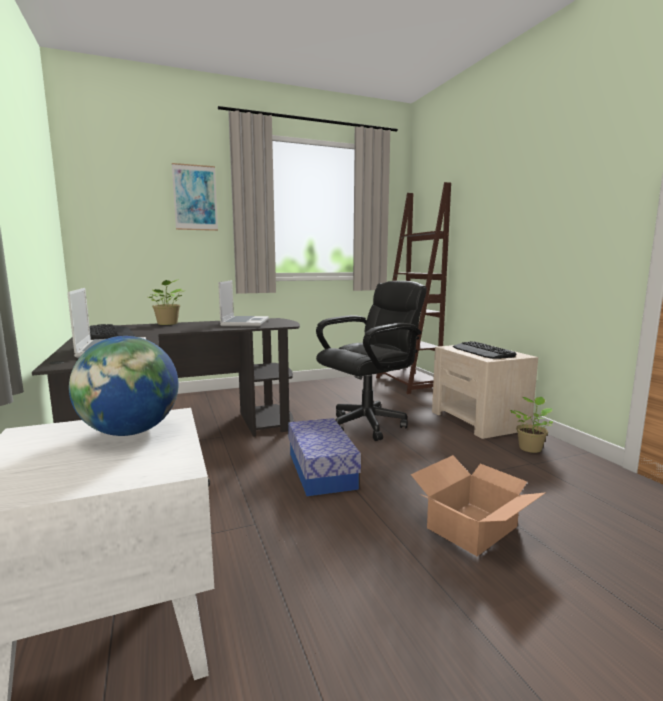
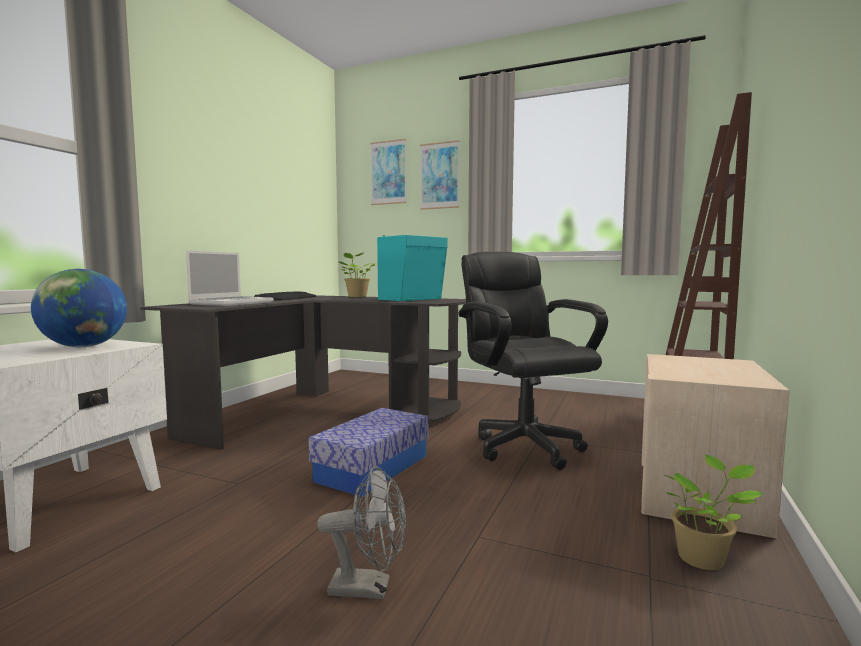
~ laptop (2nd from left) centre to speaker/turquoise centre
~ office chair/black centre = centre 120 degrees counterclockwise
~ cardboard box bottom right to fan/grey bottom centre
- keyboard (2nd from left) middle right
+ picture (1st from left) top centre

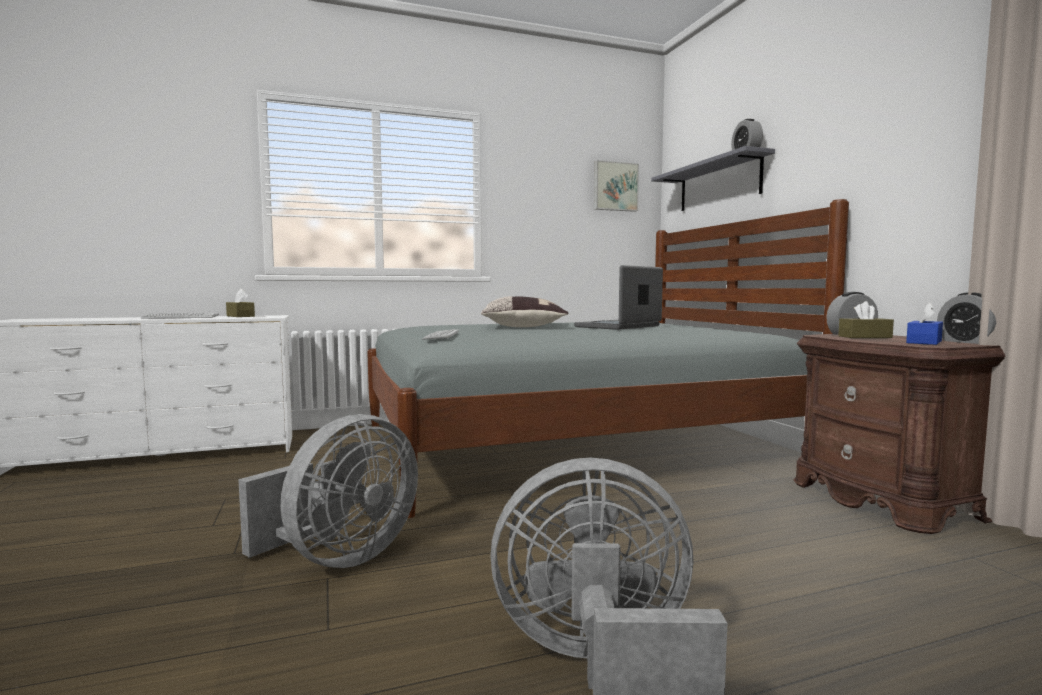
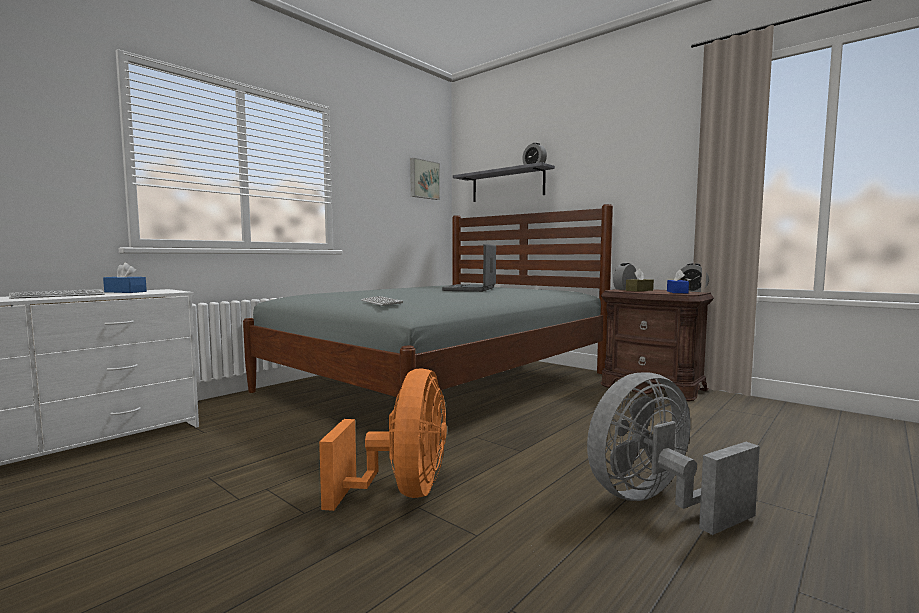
~ tissue box/brown (1st from left) middle left to tissue box/blue (1st from left) middle left
~ fan/grey (1st from left) bottom left to fan/orange bottom centre
- pillow centre

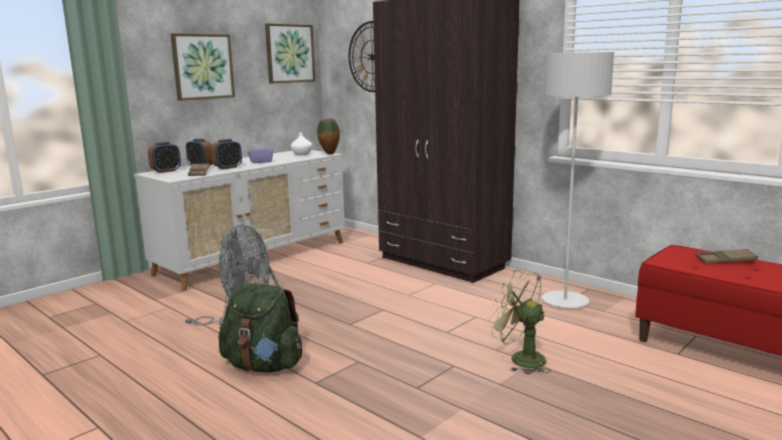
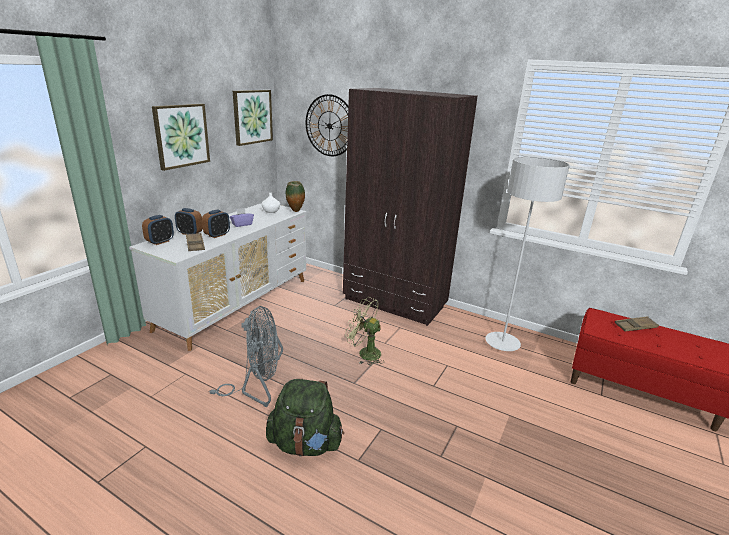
~ fan/green bottom centre to centre

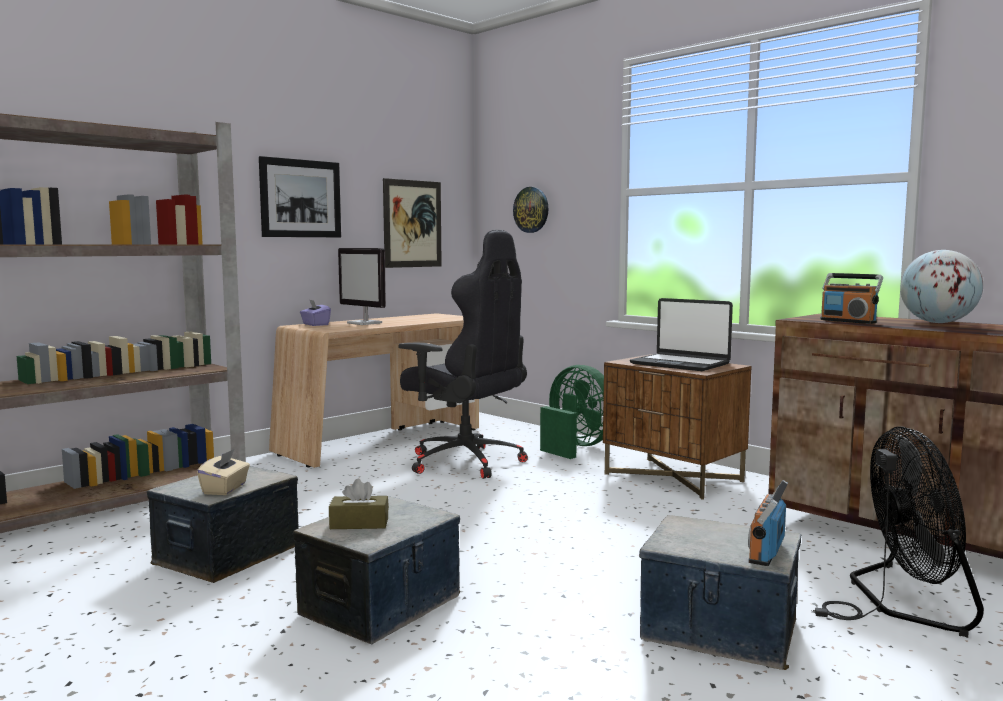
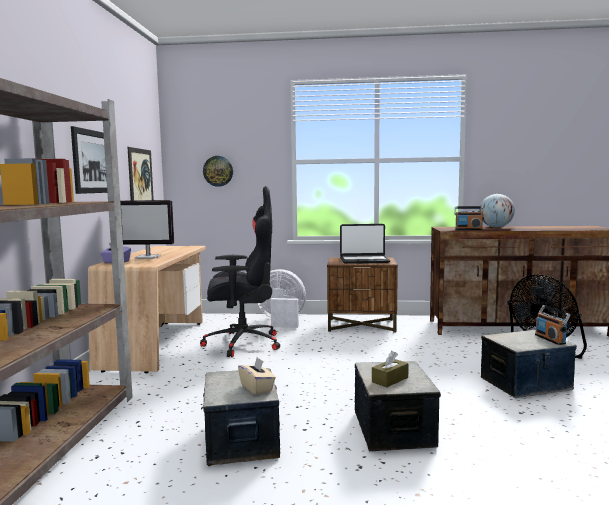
~ fan/green centre to fan/white centre

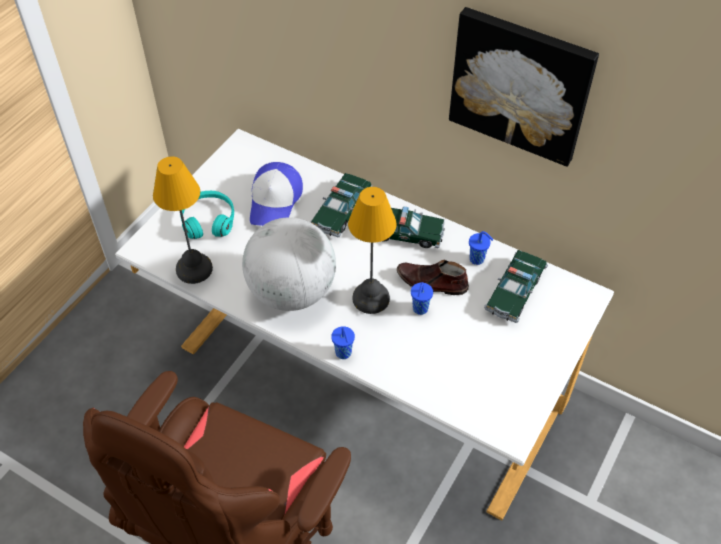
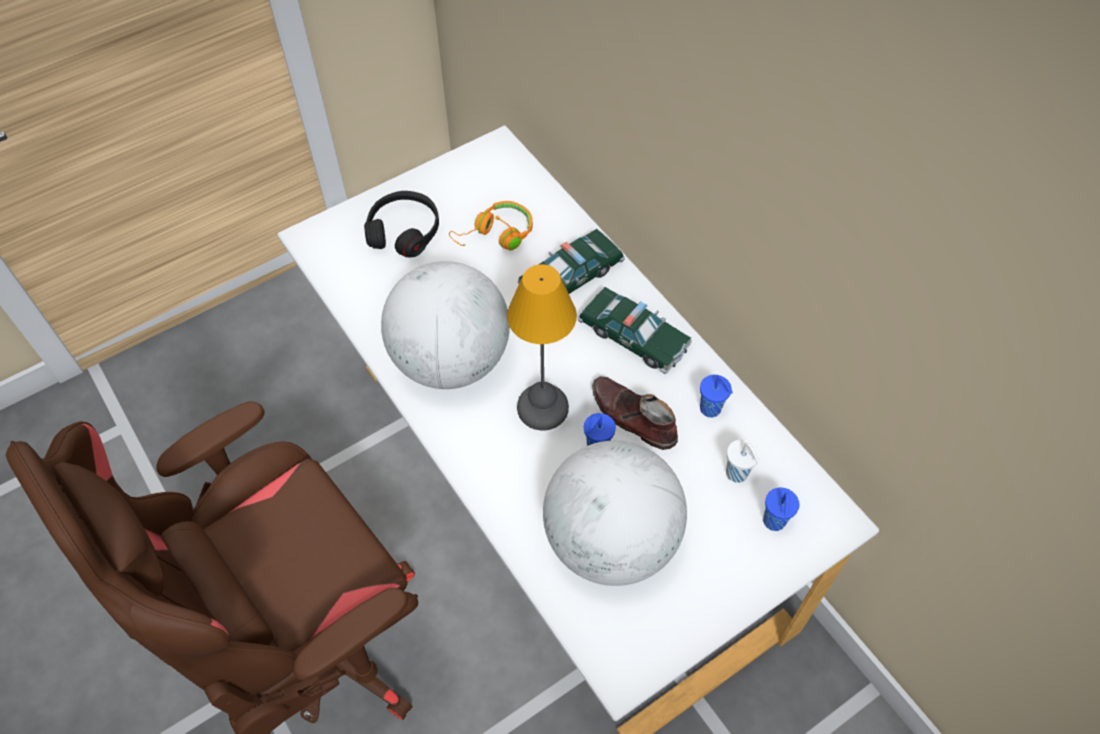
- table lamp (1st from left) middle left
~ headphones/turquoise middle left to headphones/black top centre
~ cap centre to headphones/orange top centre
~ cup/blue (1st from left in the first image) centre to cup/blue (3rd from left) bottom right
- picture top right
~ toy car (3rd from left) middle right to cup/white middle right
+ globe (2nd from left) bottom centre

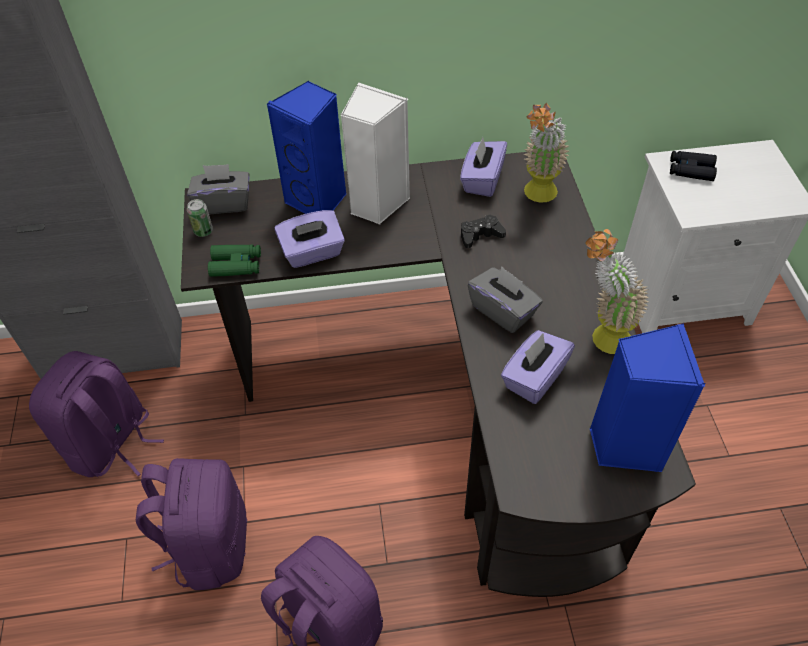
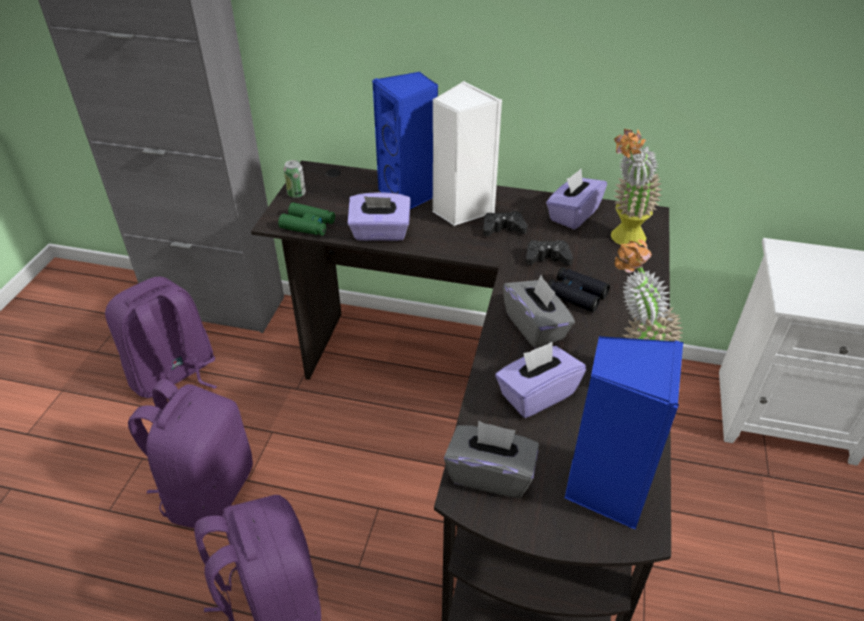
~ tissue box/grey (1st from left) top left to bottom centre
~ binoculars/black top right to middle right
+ game controller/black (1st from left) centre

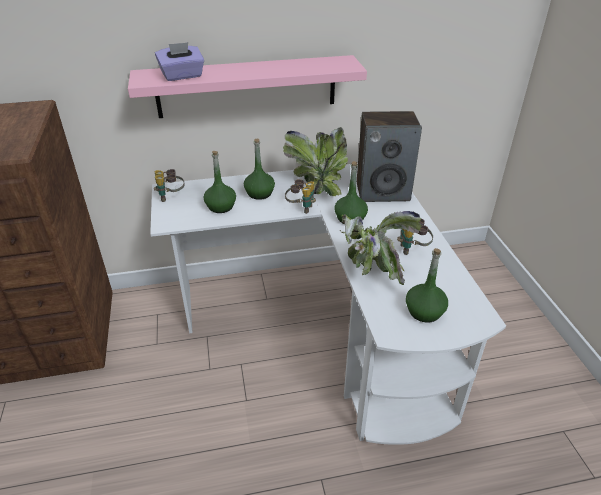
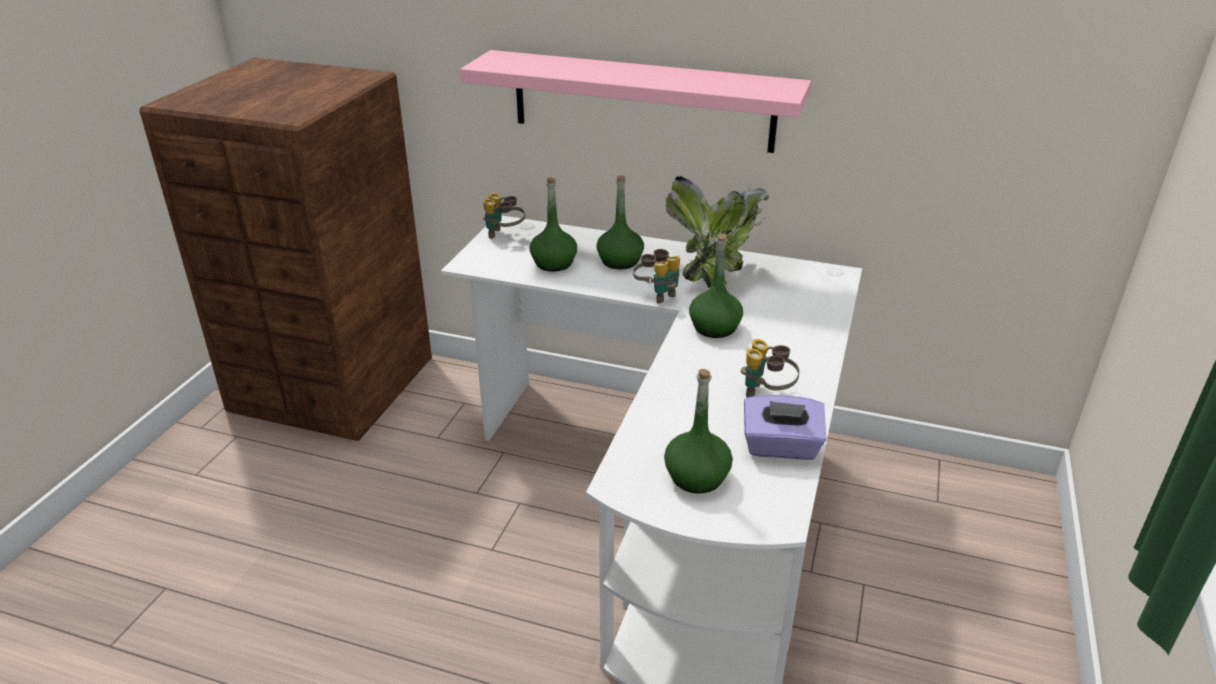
~ tissue box/purple top left to centre
- potted plant (2nd from left) centre
- speaker top centre

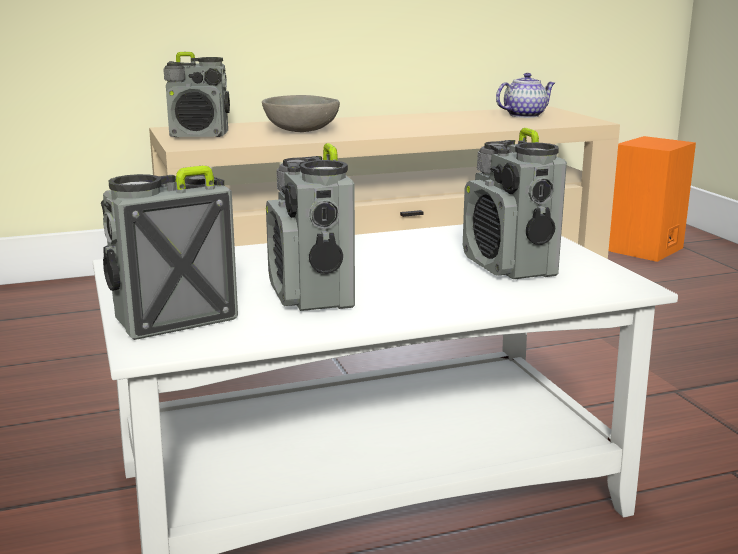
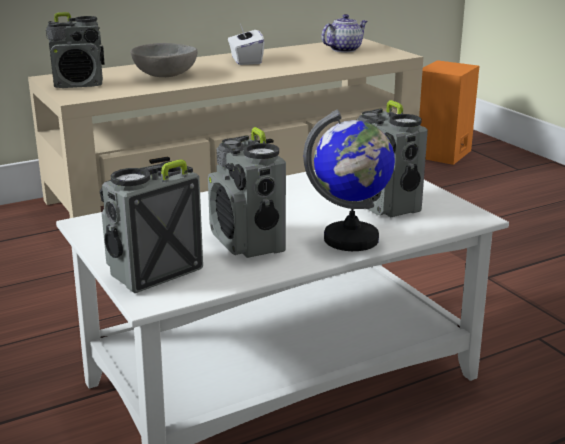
+ tissue box/white top centre
+ globe centre

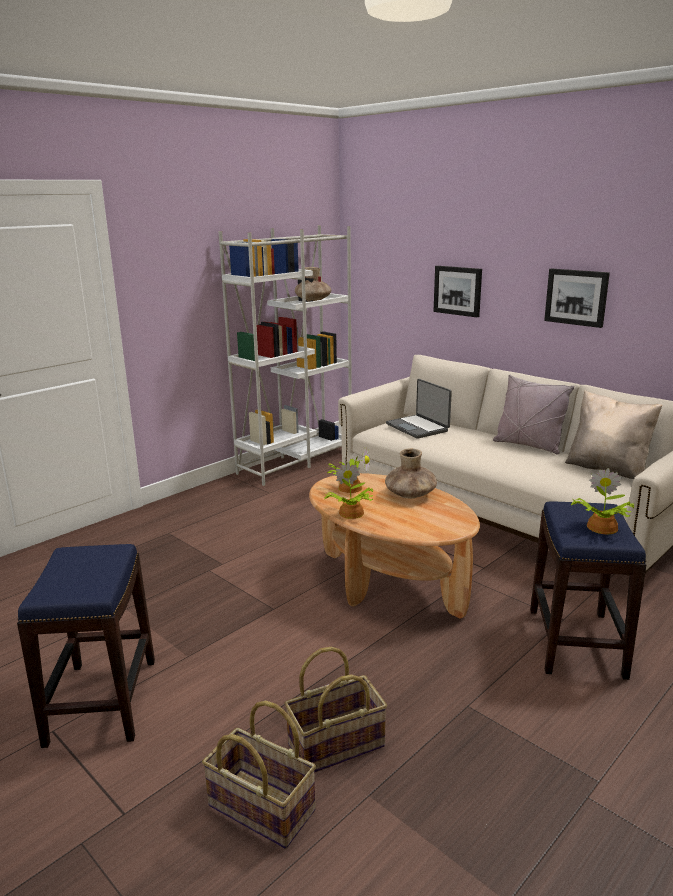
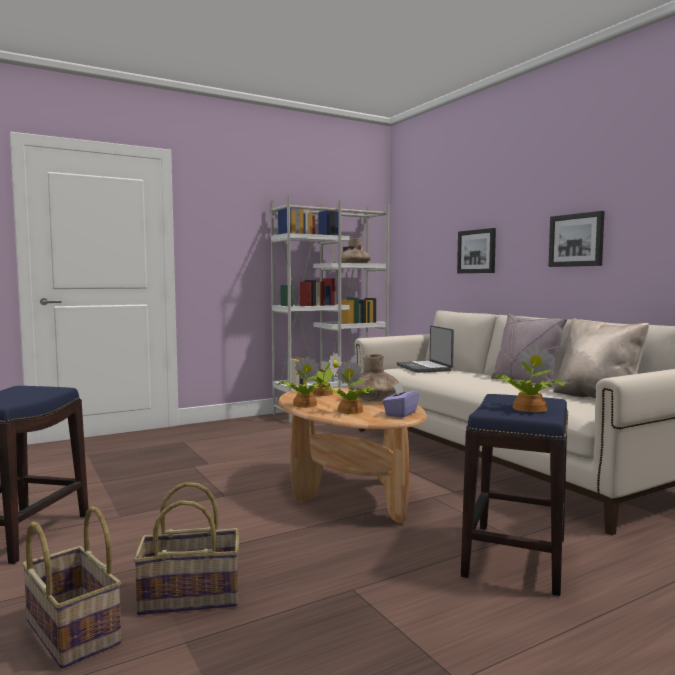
+ potted plant (3rd from left) centre
+ tissue box/purple centre

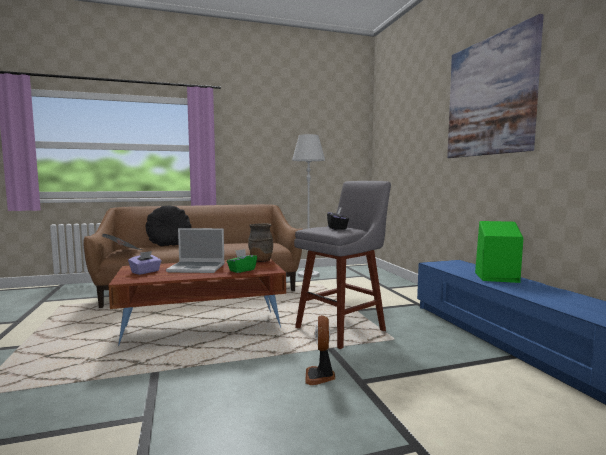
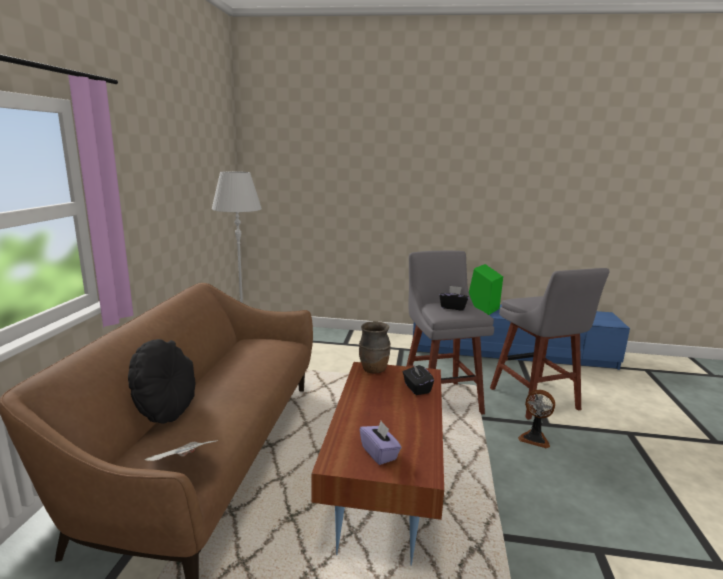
- laptop middle left
~ tissue box/green centre to tissue box/black (1st from left) centre
- picture top right
+ stool/grey (2nd from left) middle right

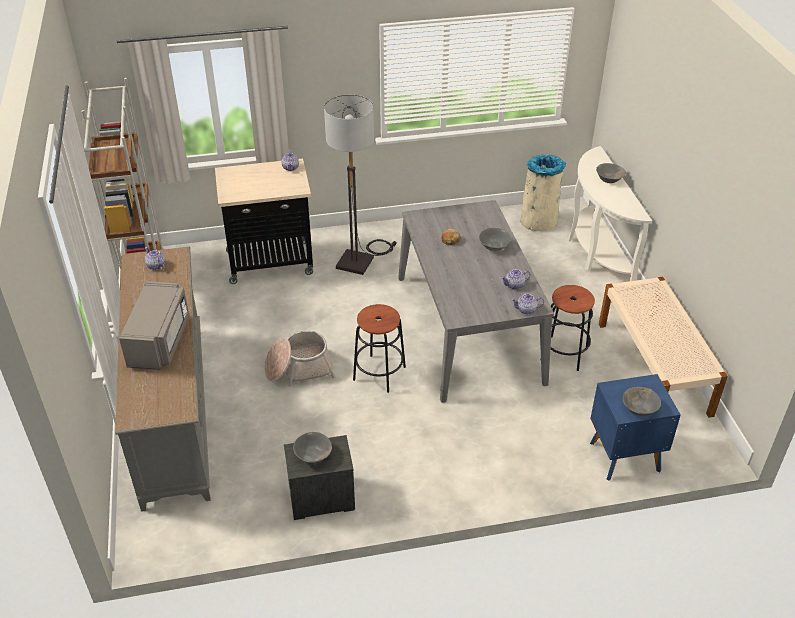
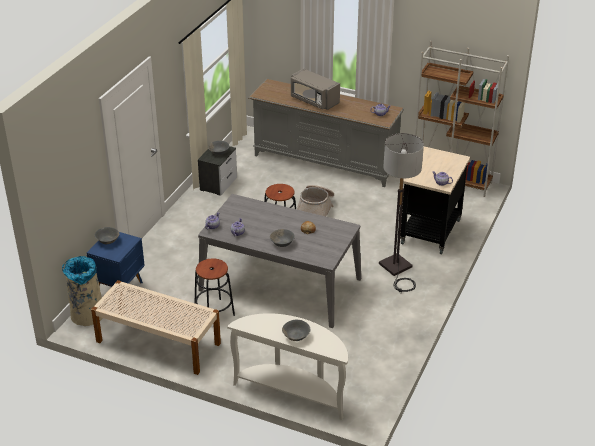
~ trash can/beige top right to middle left

